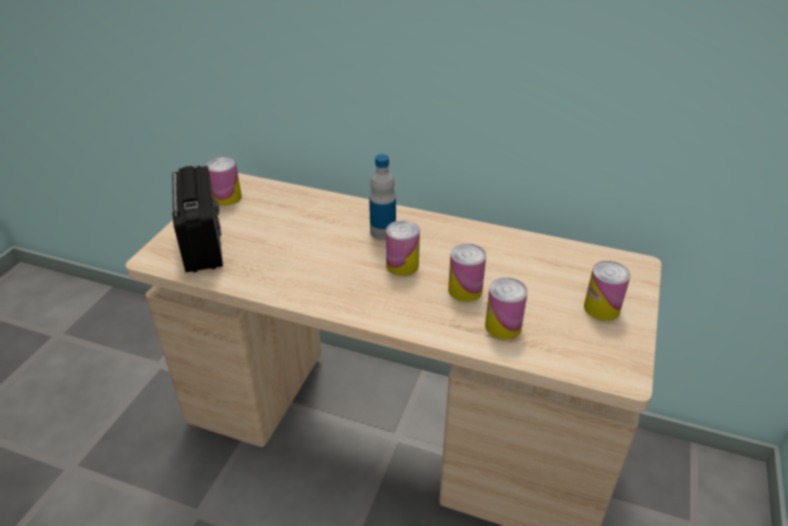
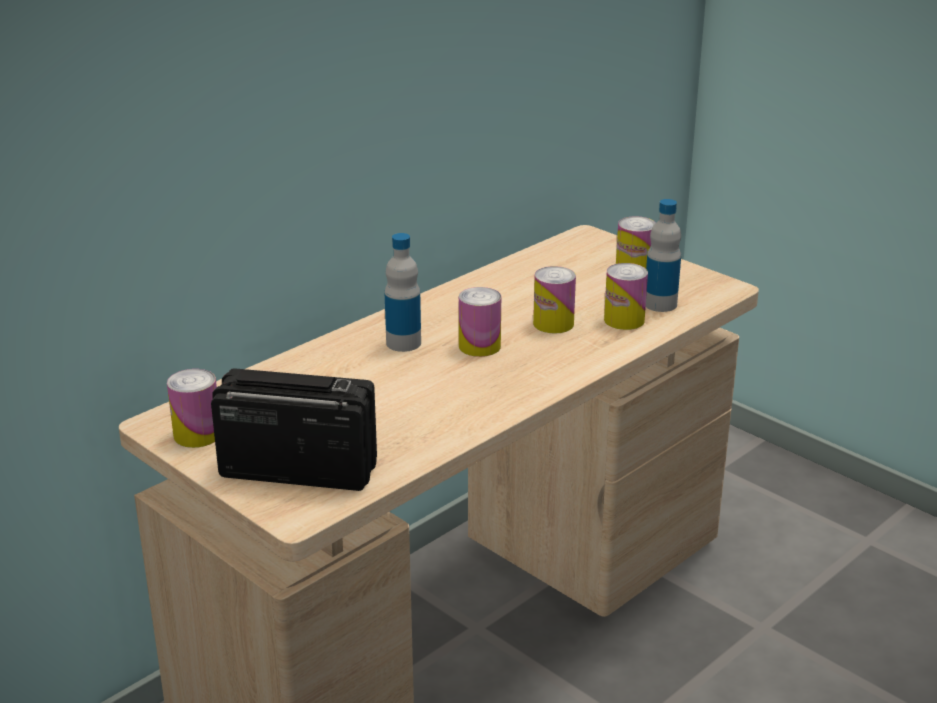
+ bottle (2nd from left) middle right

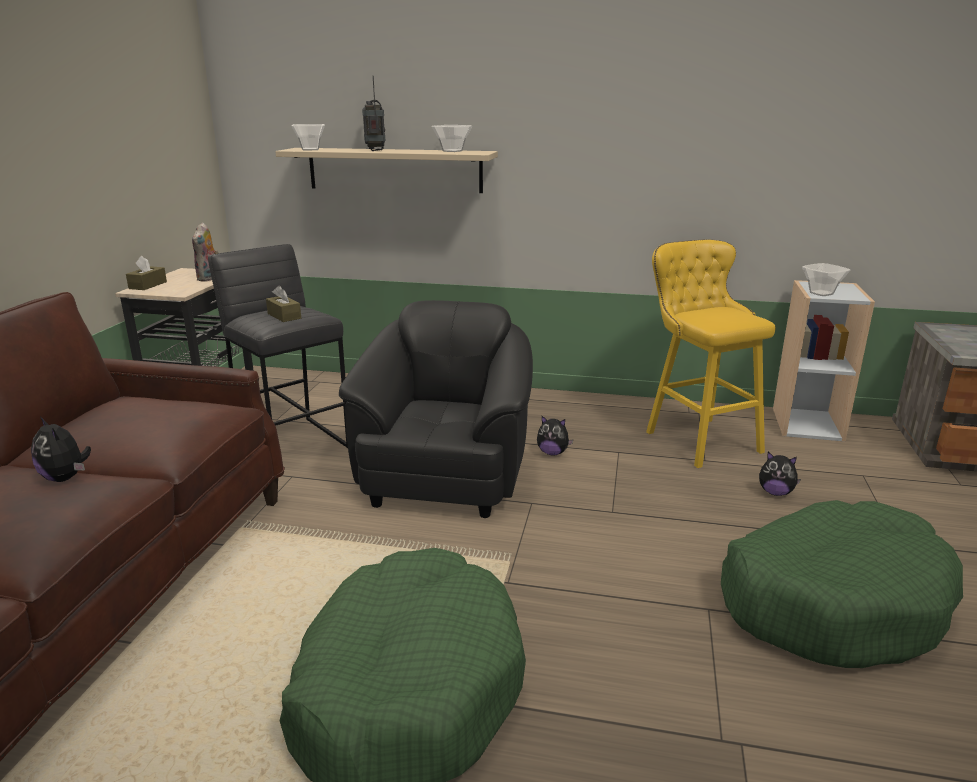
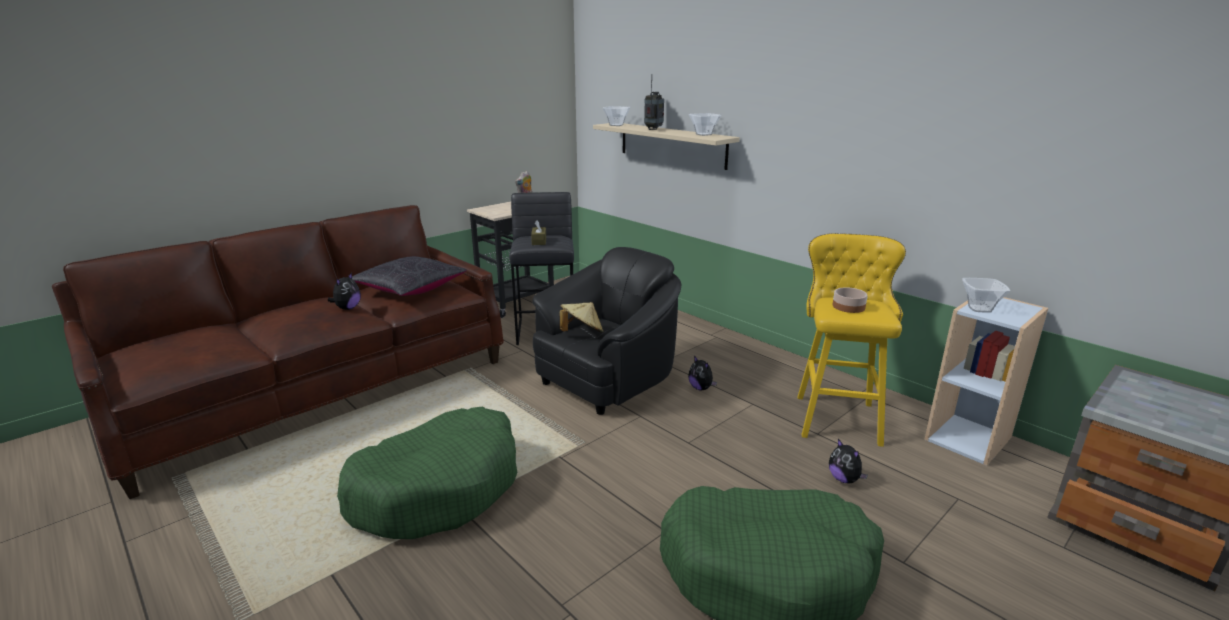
~ plush toy (1st from left) middle left = middle left 150 degrees counterclockwise
- tissue box/brown (1st from left) middle left
+ pillow/black middle left
+ hat/beige centre
+ bowl (3rd from left) middle right

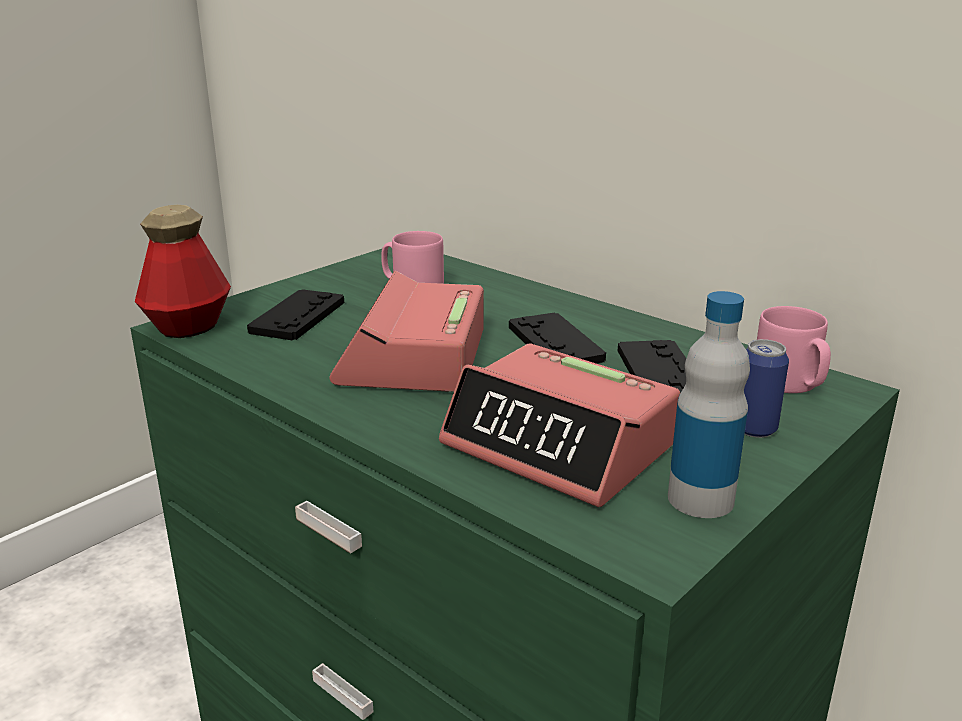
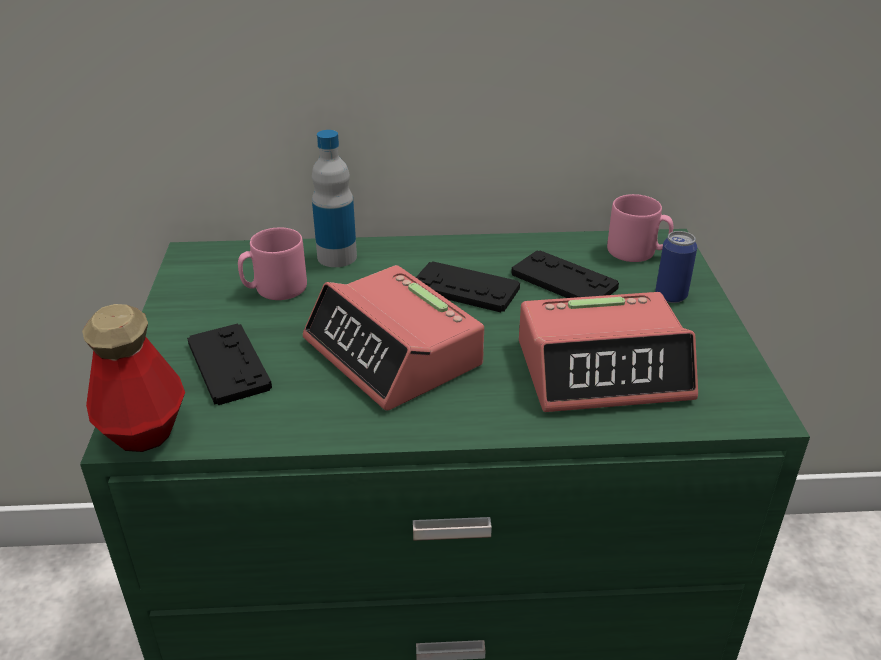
~ bottle (2nd from left) middle right to top centre

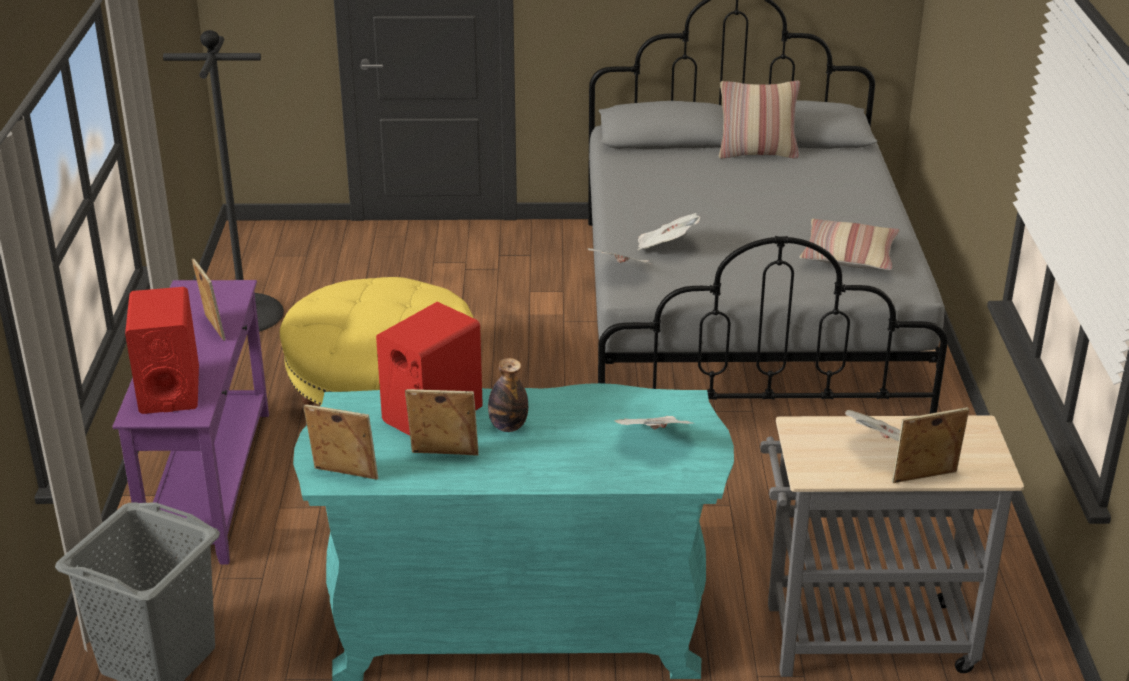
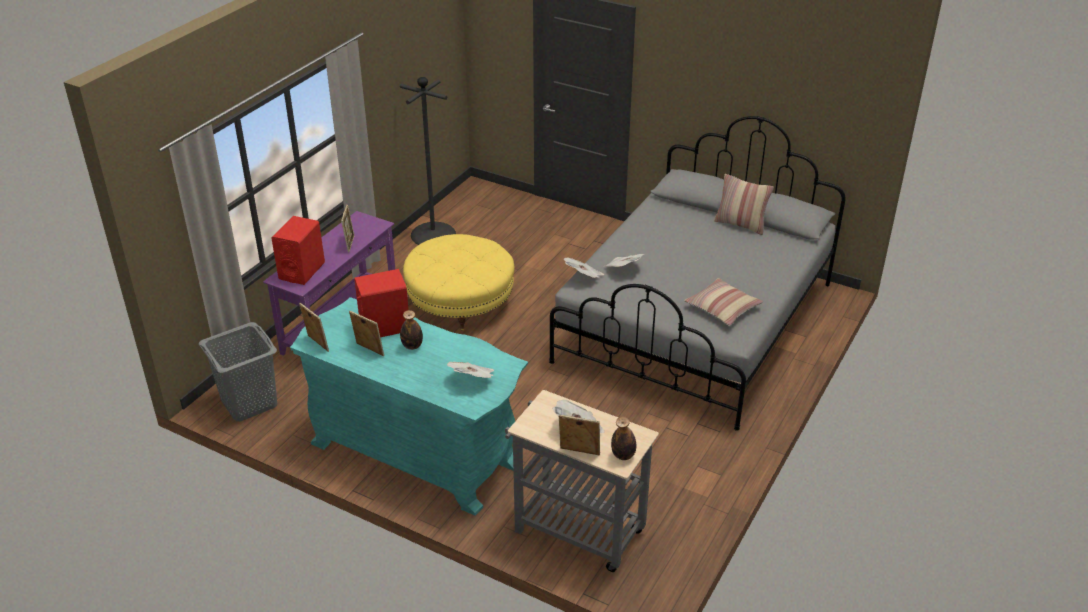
+ bottle (2nd from left) bottom centre

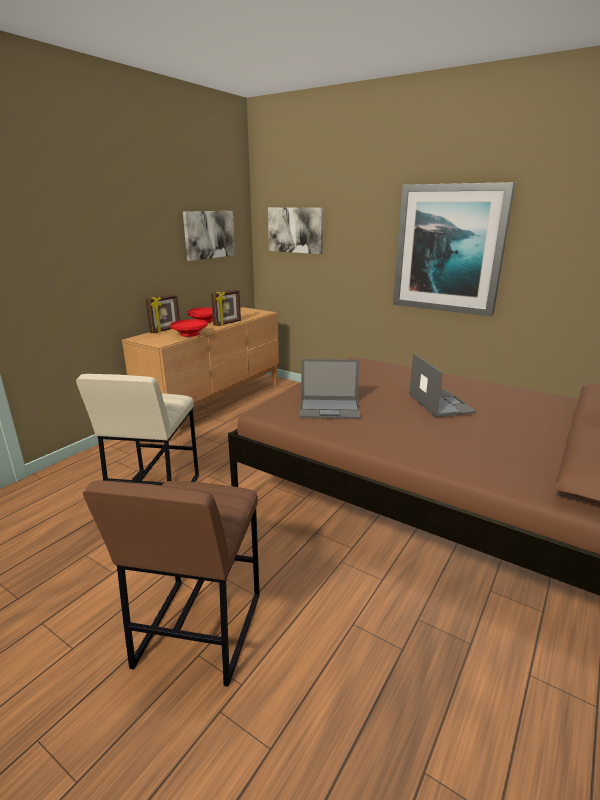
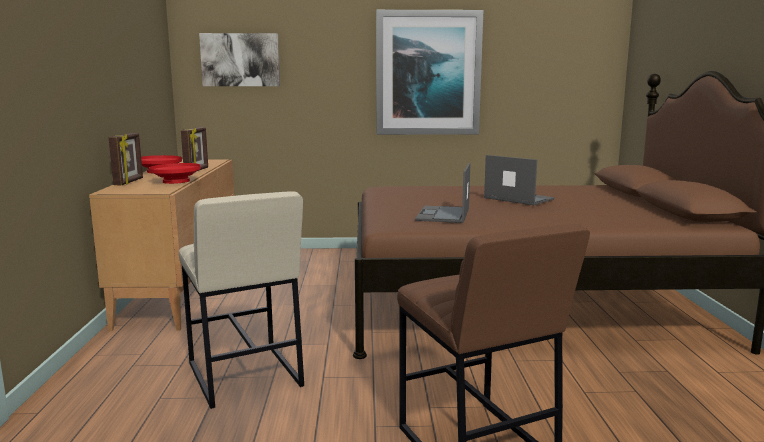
- picture (1st from left) top centre
~ laptop (1st from left) centre = centre 135 degrees clockwise

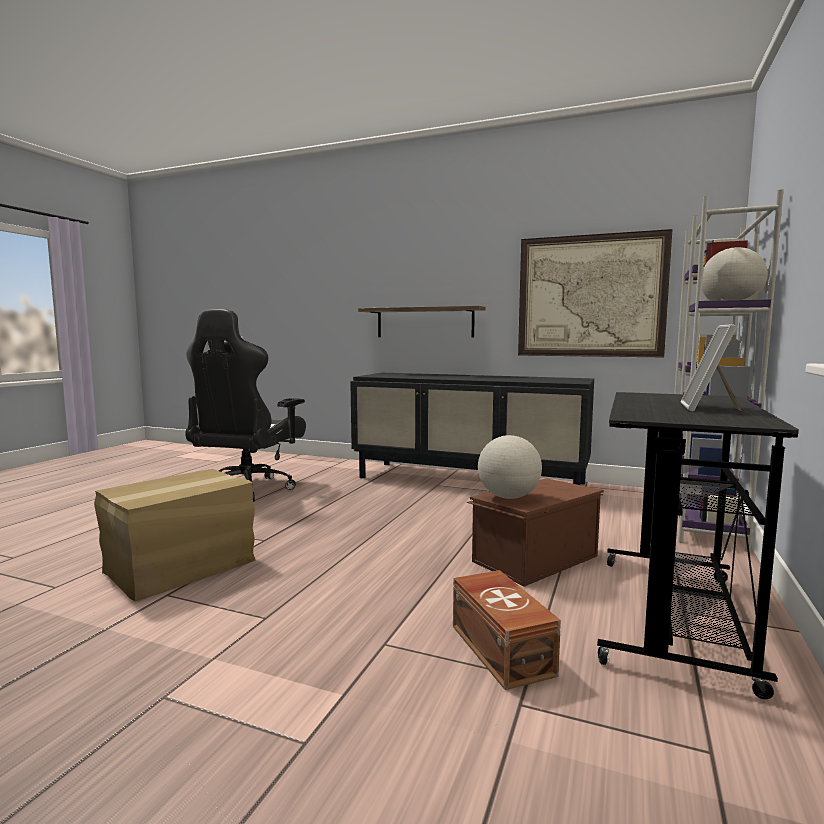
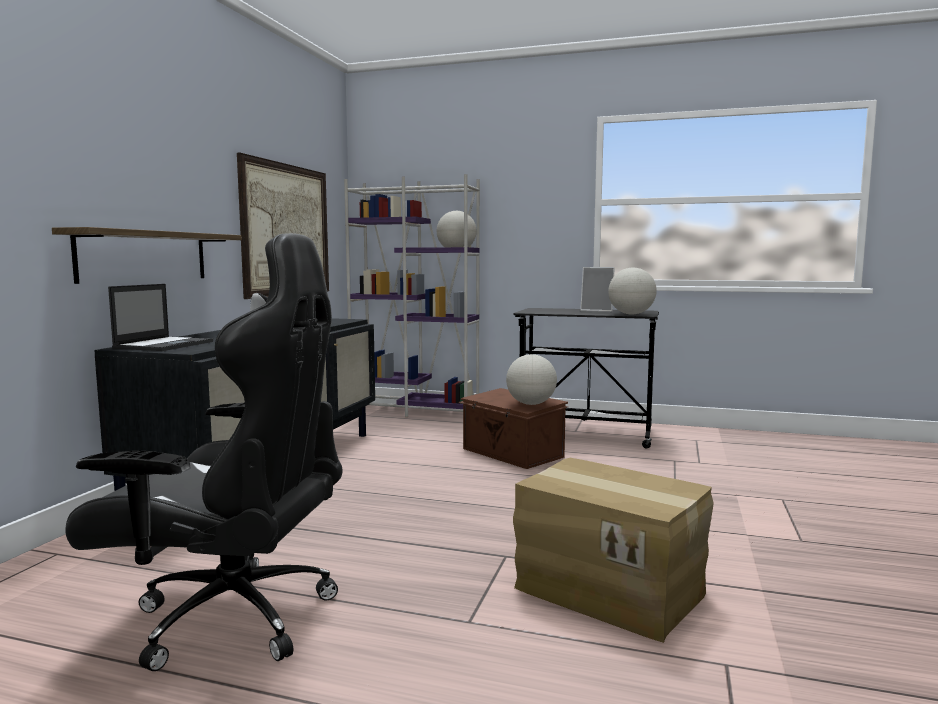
- storage box/brown (1st from left) bottom centre
+ laptop middle left
+ globe (3rd from left) middle right

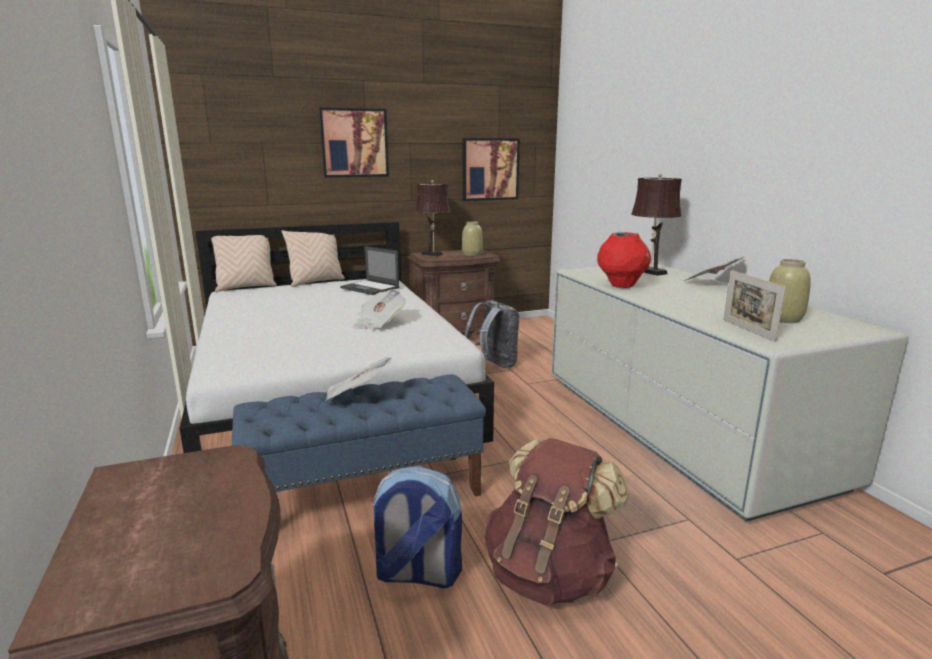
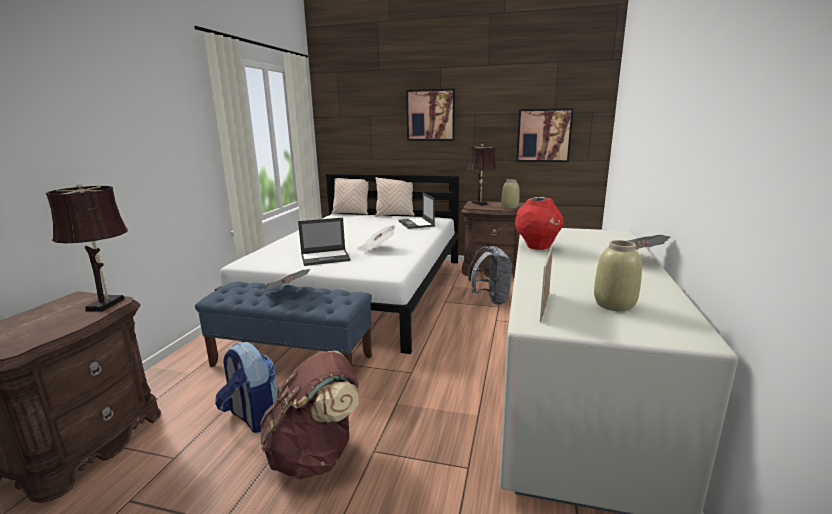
~ table lamp/brown (2nd from left in the first image) middle right to table lamp/brown (1st from left) middle left
+ laptop (1st from left) centre

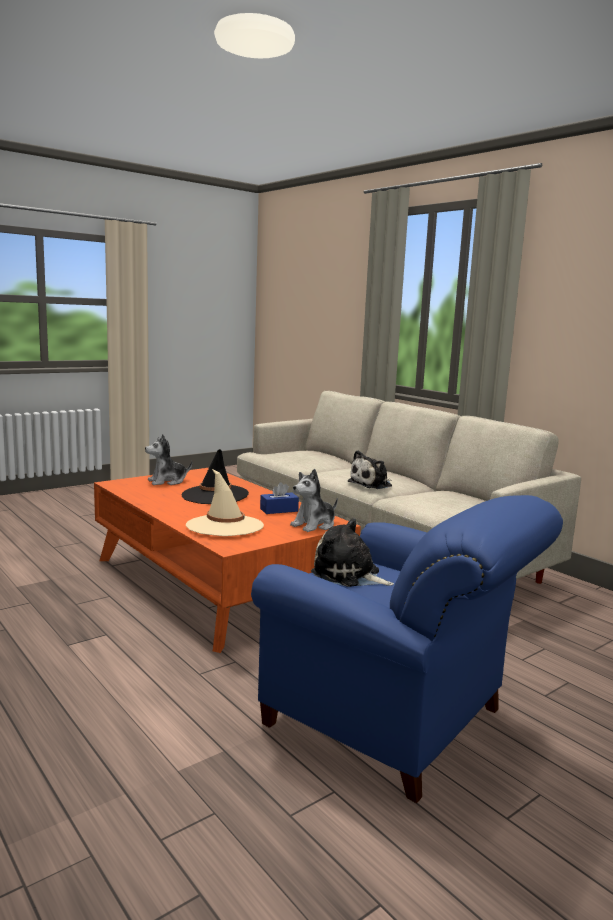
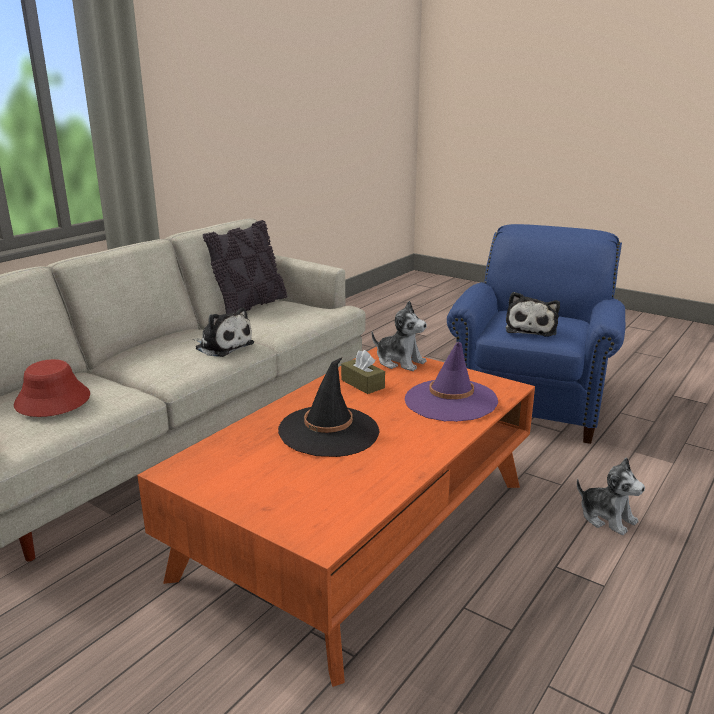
~ plush toy (1st from left in the first image) middle left to plush toy (4th from left) bottom right
~ hat/beige centre to hat/purple centre
~ tissue box/blue centre to tissue box/brown centre
+ hat/red middle left
+ pillow/black centre

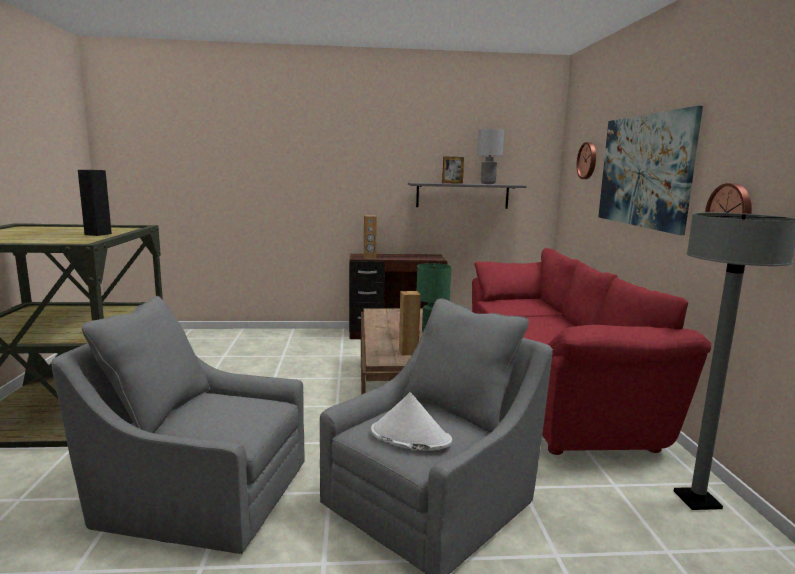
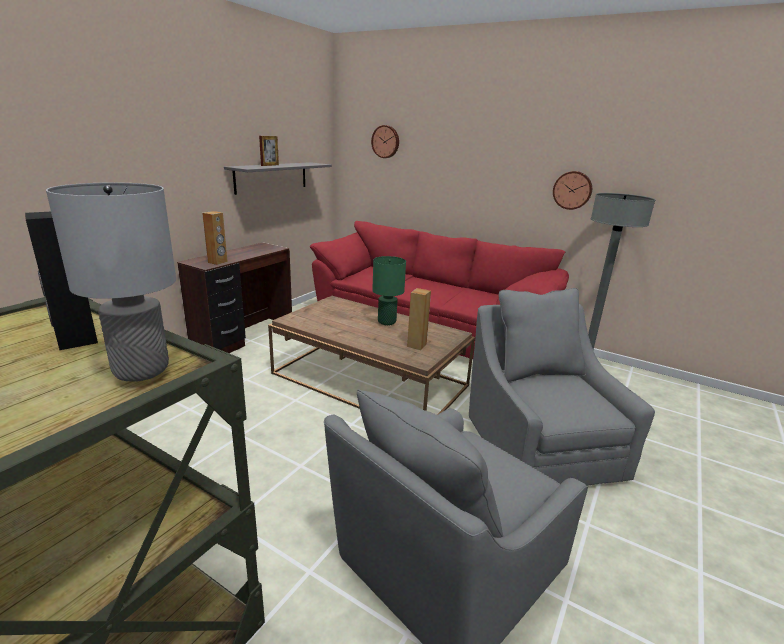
- hat/white bottom centre
~ table lamp/grey top centre to middle left
- picture top right

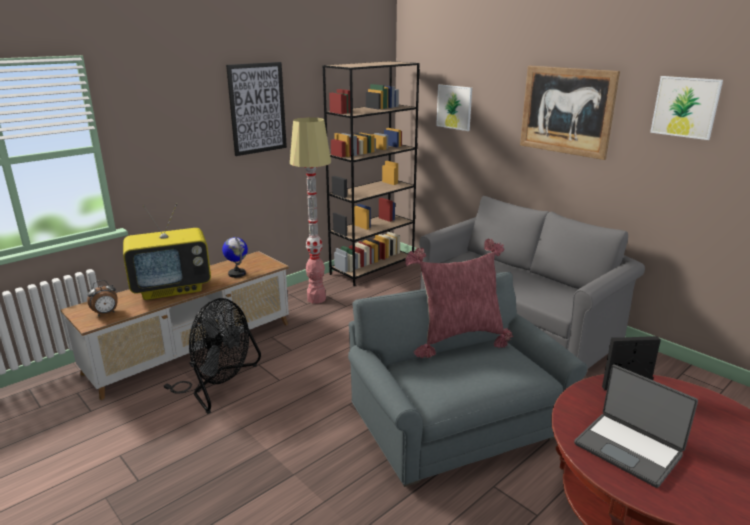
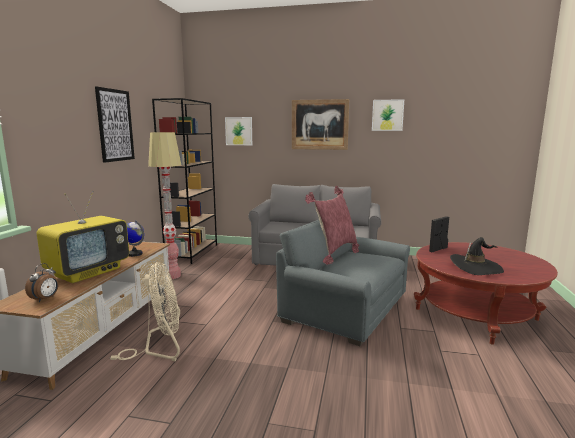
~ fan/black bottom left to fan/beige bottom left
~ laptop bottom right to hat/black middle right

